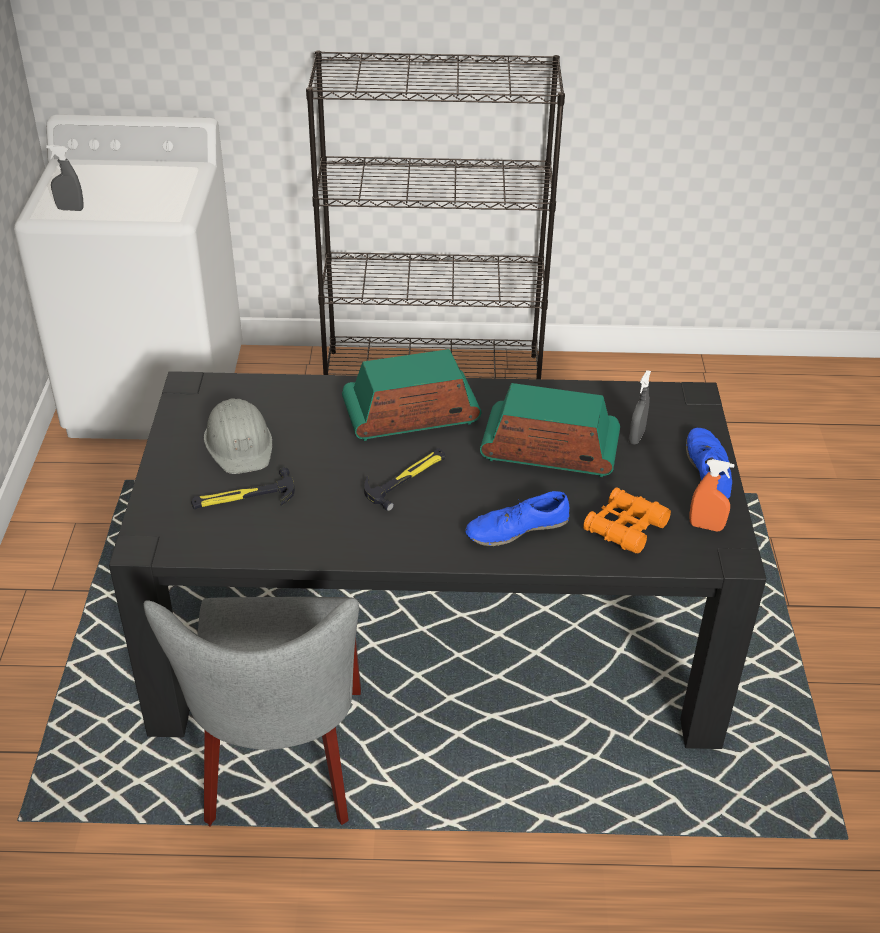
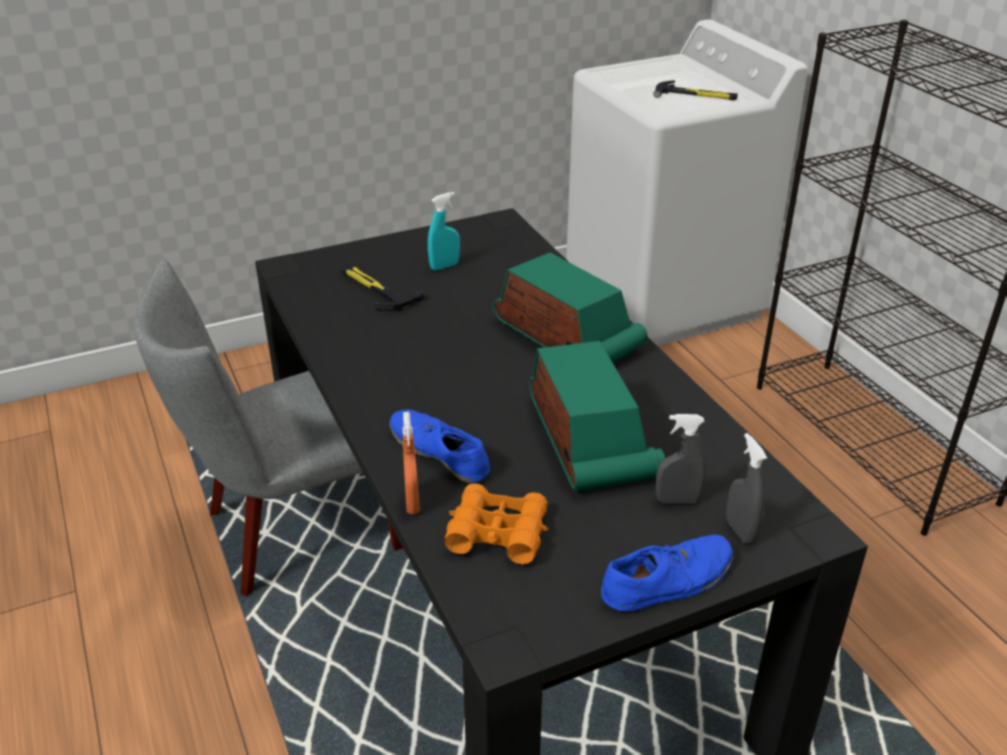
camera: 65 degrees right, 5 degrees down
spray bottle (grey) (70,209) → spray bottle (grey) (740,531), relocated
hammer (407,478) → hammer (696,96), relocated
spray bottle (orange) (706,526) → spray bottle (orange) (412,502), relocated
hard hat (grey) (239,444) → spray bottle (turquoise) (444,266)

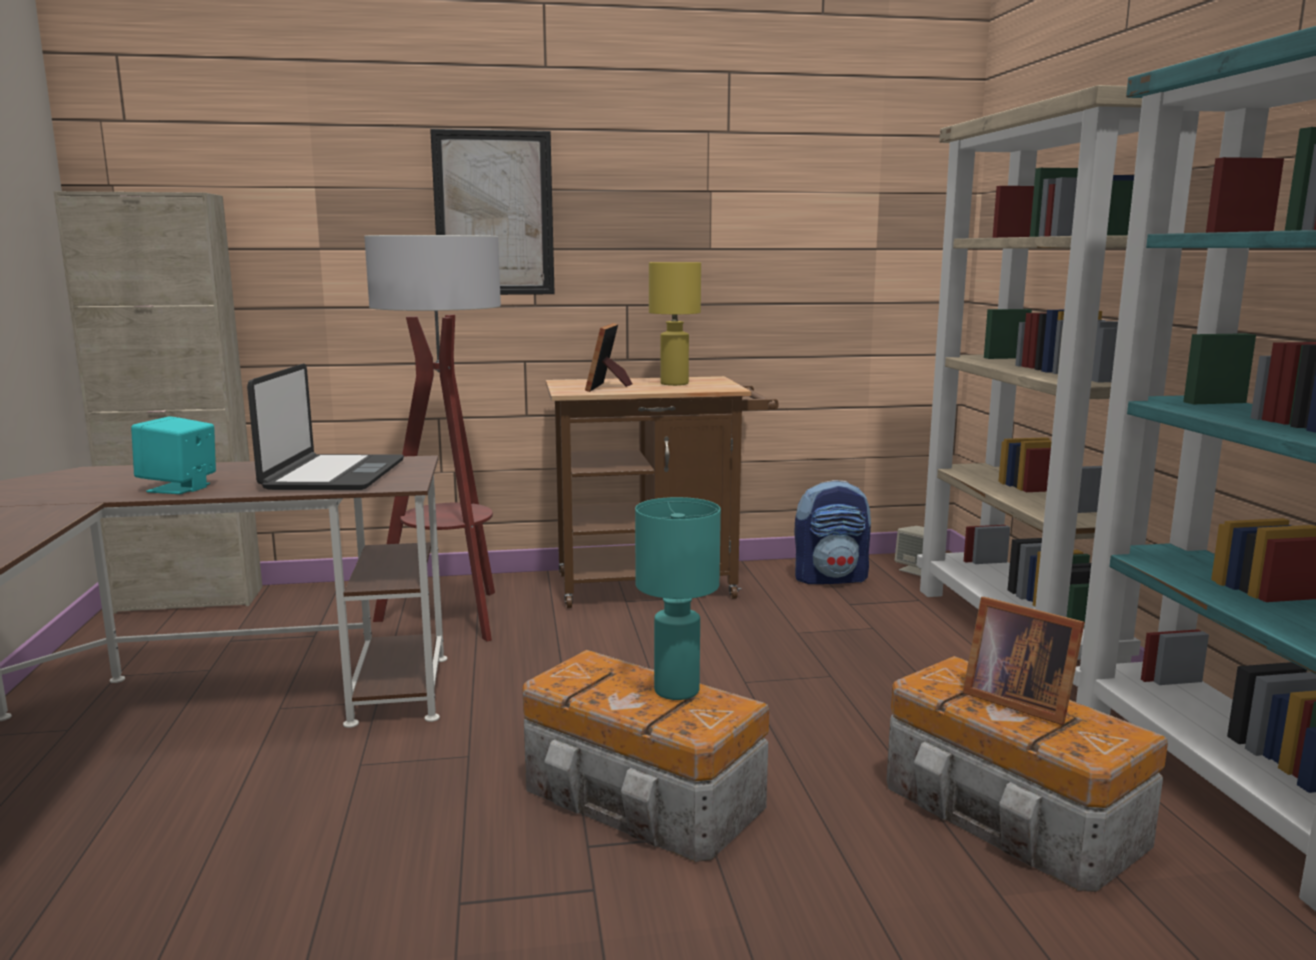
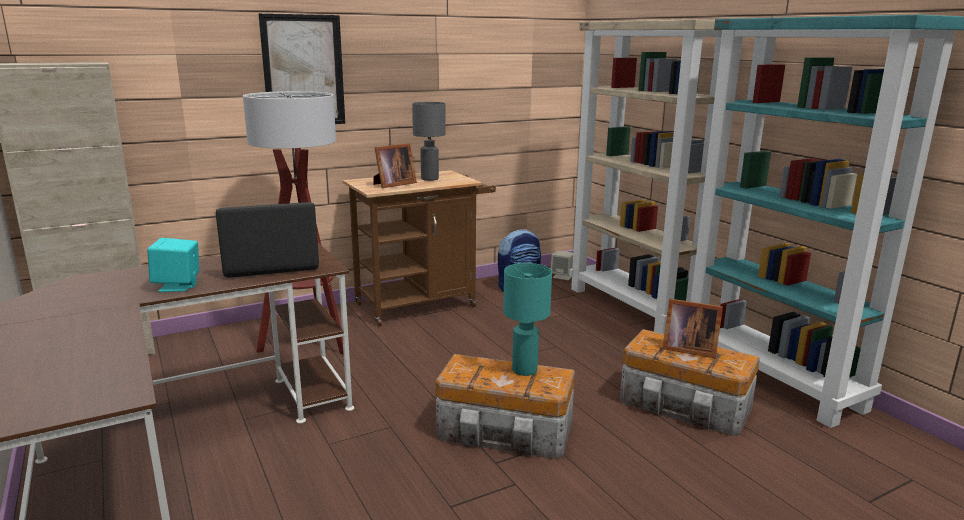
camera: 20 degrees left, 5 degrees up
table lamp (yellow) (673,384) → table lamp (grey) (429,179)
laptop (333,475) → laptop (271,265), 90 degrees counterclockwise
picture frame (608,387) → picture frame (393,184), 120 degrees counterclockwise

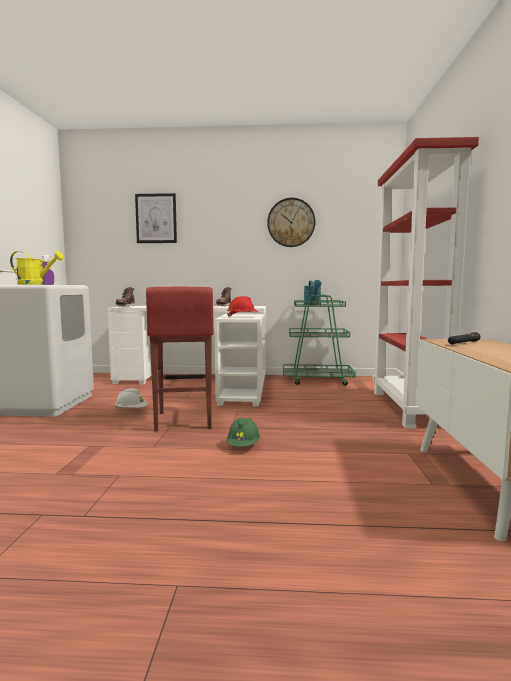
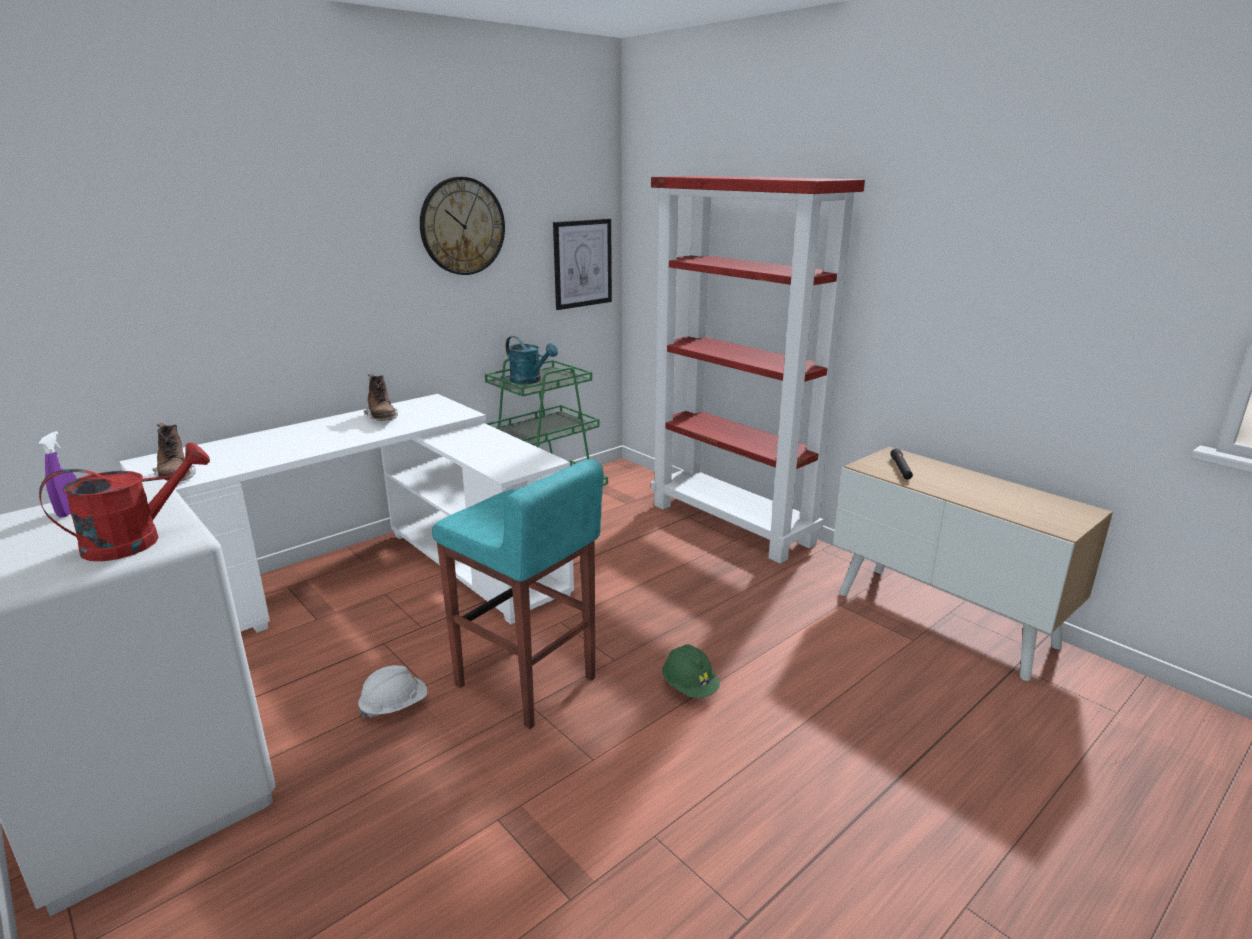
camera: 45 degrees left, 15 degrees up
hard hat (red) (242,317) → -
picture (156,218) → picture (582,263), relocated
watering can (yellow) (36,284) → watering can (red) (136,540)
stool (red) (183,420) → stool (turquoise) (526,683)

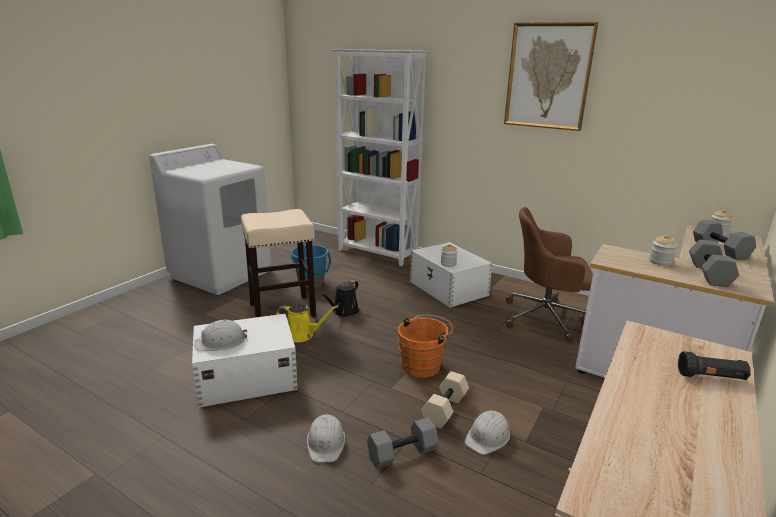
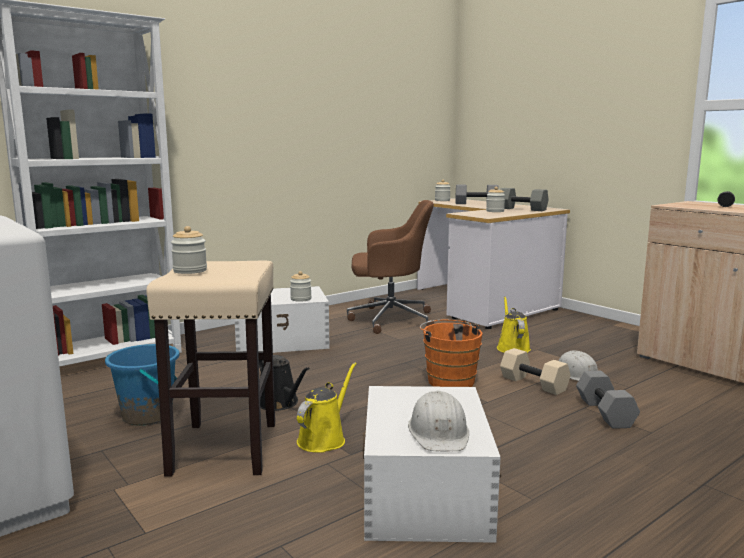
camera: 70 degrees left, 10 degrees down
hard hat (white) (326,442) → -
picture (548,76) → -
- → jar (190,271)
- → watering can (yellow) (512,348)
office chair (brown) (545,318) → office chair (brown) (389,319), 120 degrees counterclockwise

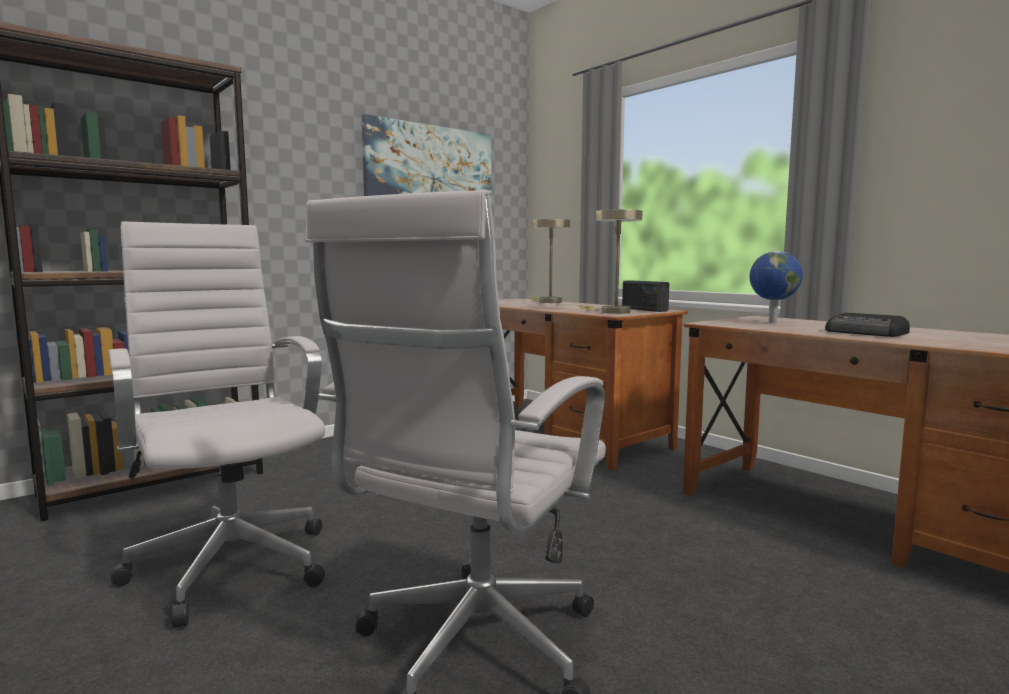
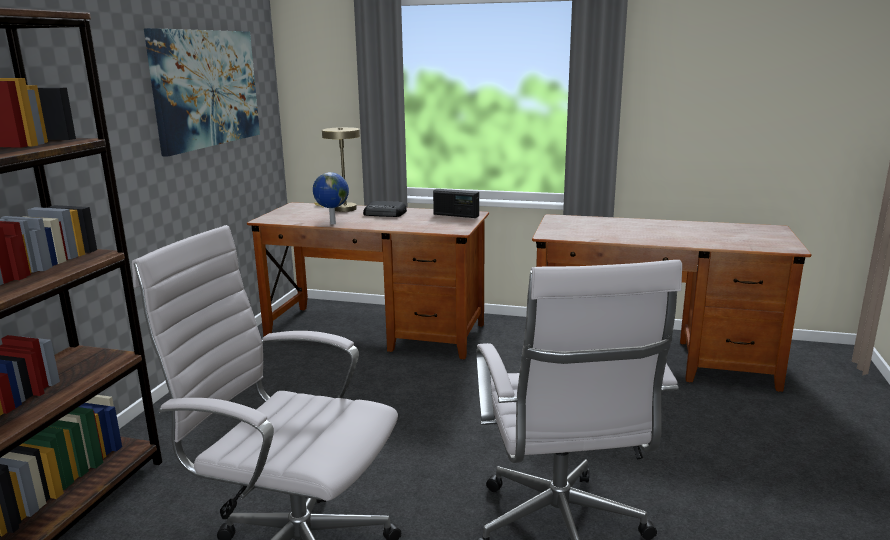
camera: 35 degrees left, 10 degrees up
table lamp (beige) (611,312) → -
globe (771,322) → globe (332,224), relocated
radio (866,333) → radio (385,214), relocated

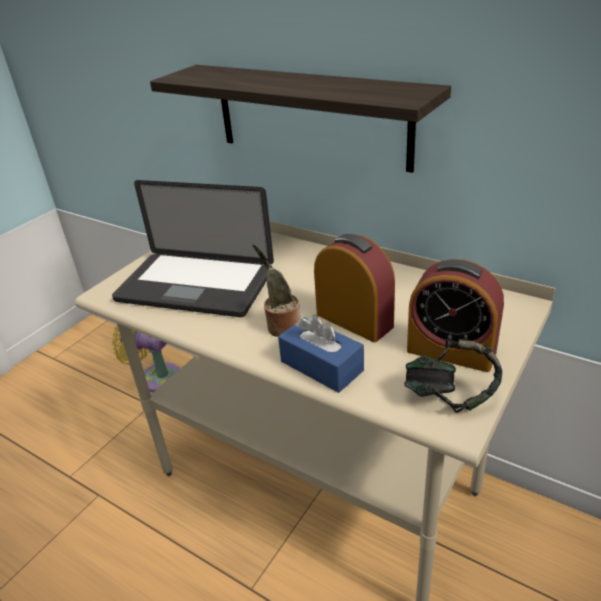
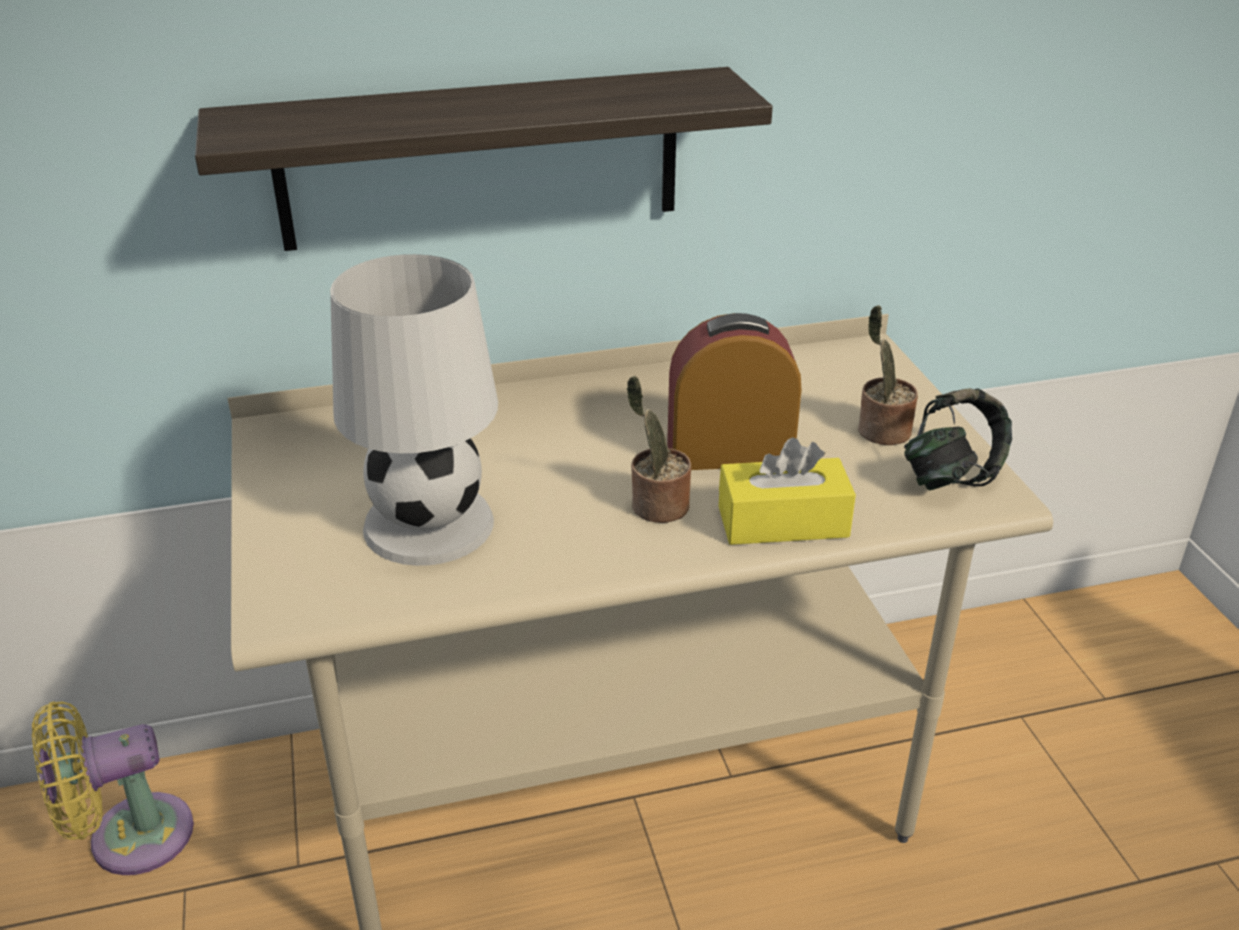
camera: 50 degrees left, 0 degrees up
laptop (195,286) → table lamp (white) (429,523)
alarm clock (451,351) → potted plant (880,432)
tissue box (blue) (321,366) → tissue box (yellow) (783,522)

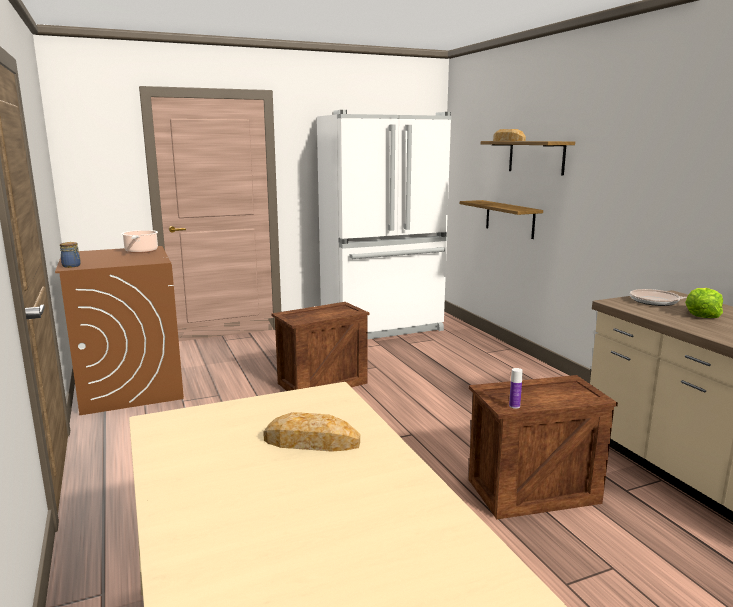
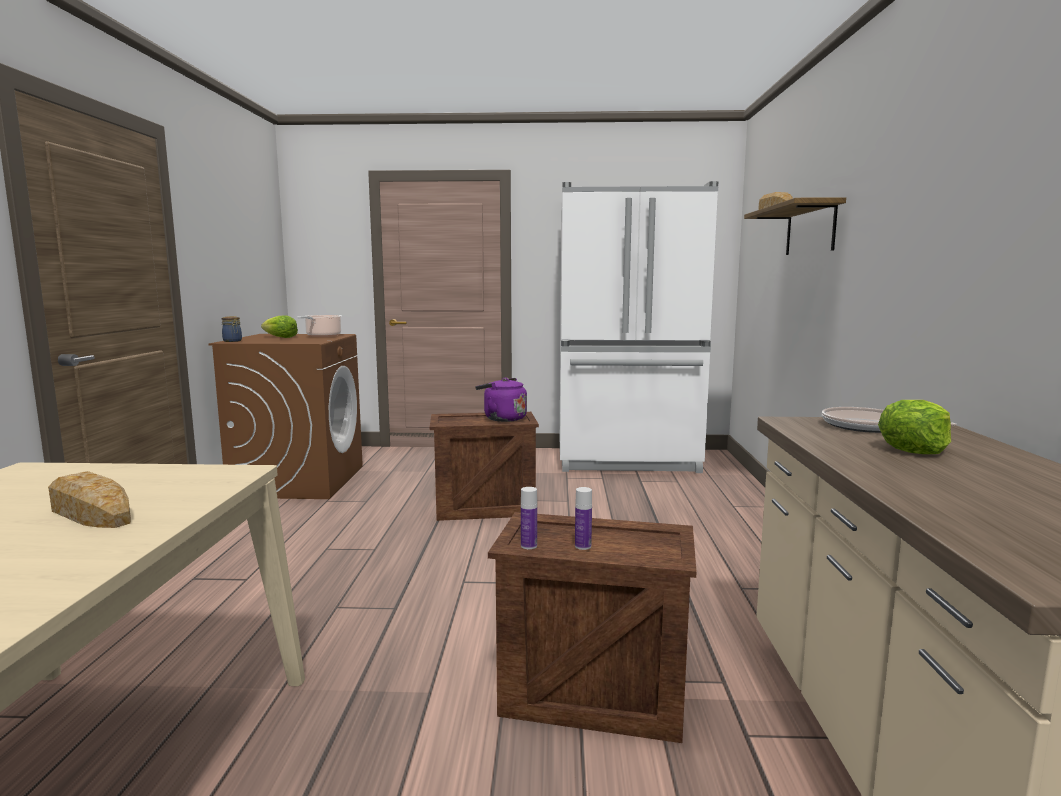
camera: 25 degrees right, 5 degrees down
shelf (509,219) → -
- → lettuce (280,337)
- → kettle (purple) (502,418)
- → bottle (583,546)

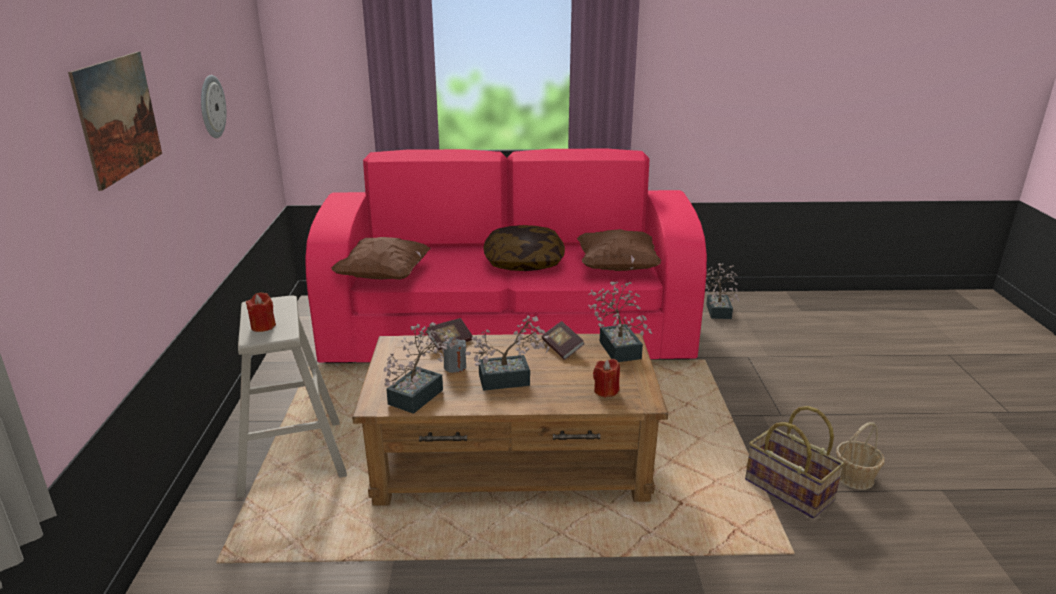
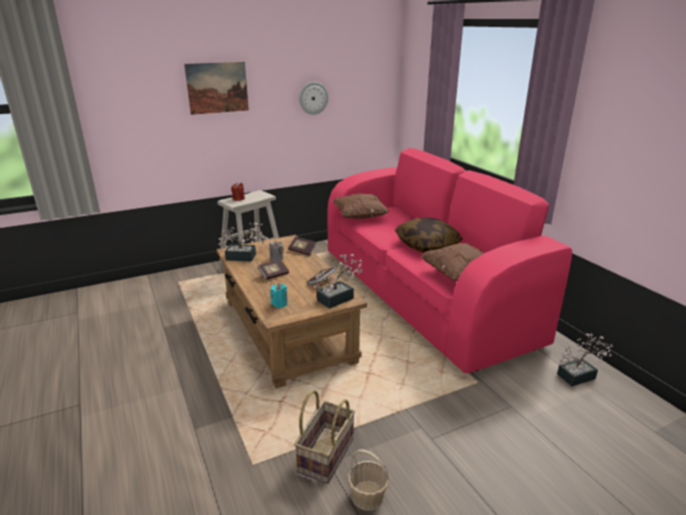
camera: 65 degrees right, 0 degrees up
potted plant (510,379) → book (273,275)
candle (red) (606,391) → candle (turquoise) (279,304)

